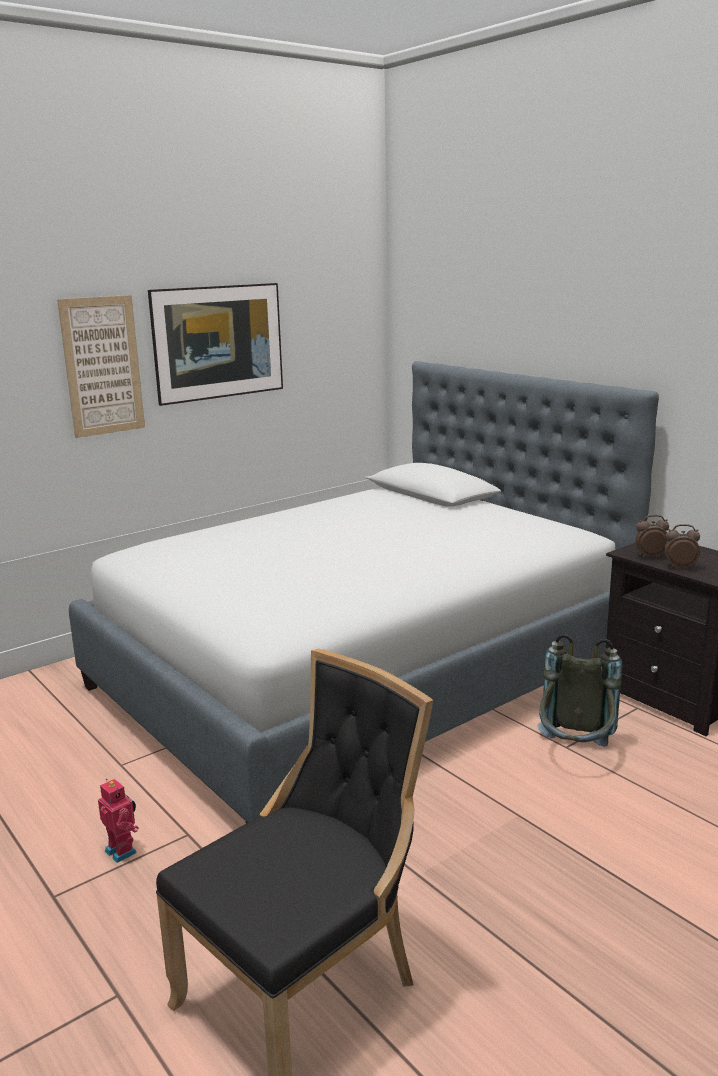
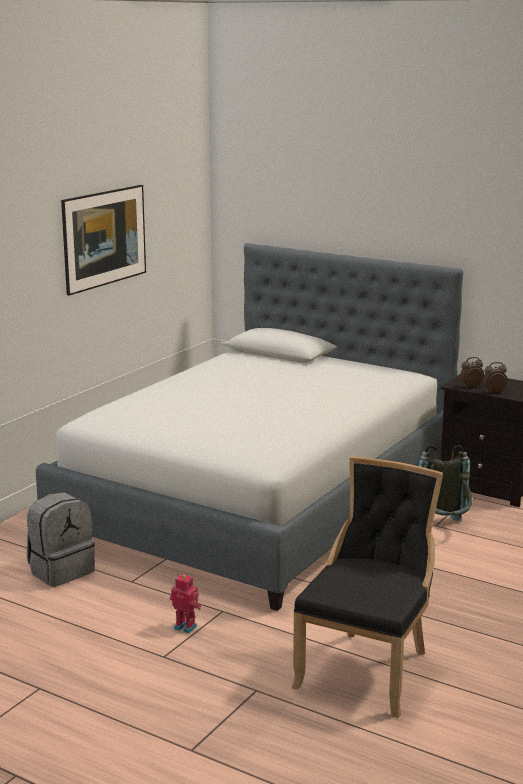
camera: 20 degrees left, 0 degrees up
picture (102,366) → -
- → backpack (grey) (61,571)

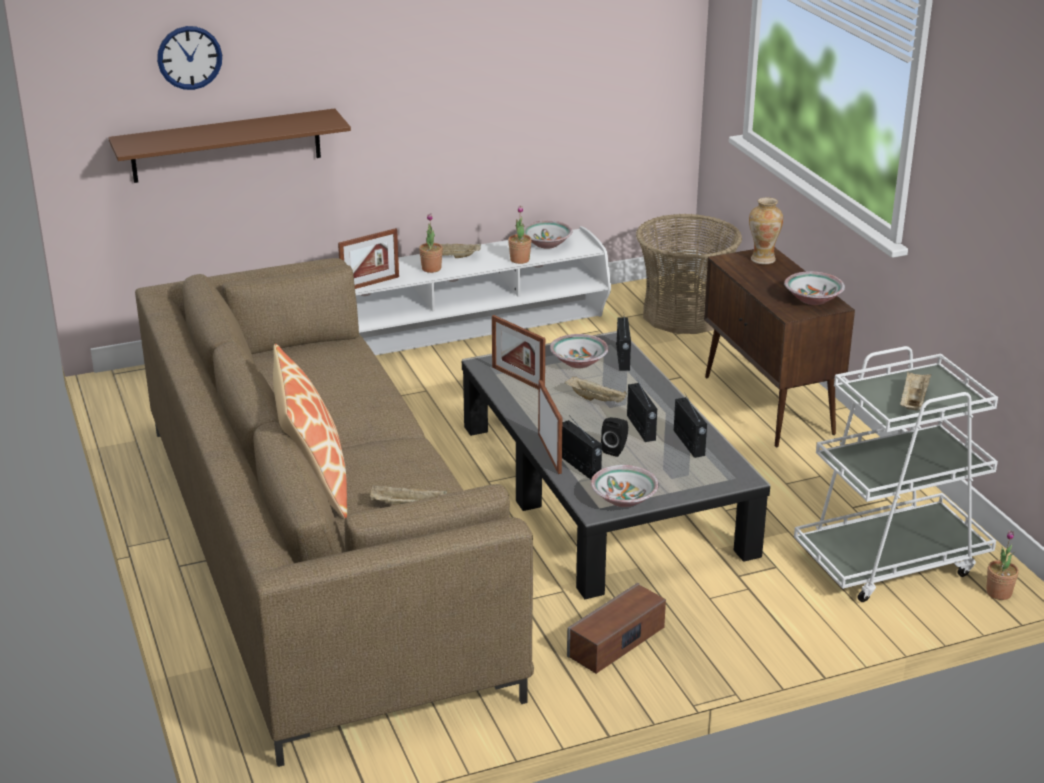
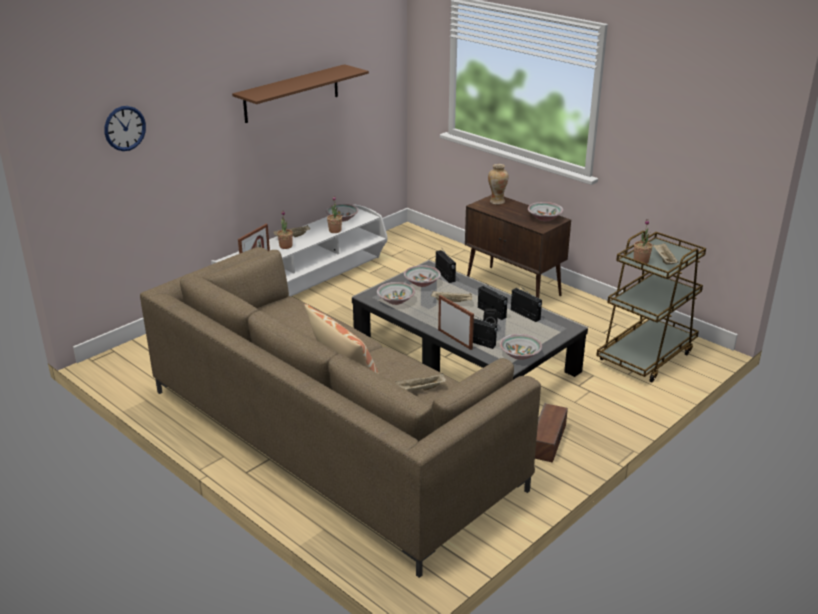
camera: 25 degrees left, 0 degrees up
basket (684,314) → -
shelf (brown) (226,146) → shelf (brown) (292,93), relocated
potted plant (998,593) → potted plant (641,261), relocated
picture frame (518,378) → bowl (396,300)
cart (white) (890,560) → cart (brown) (646,356)

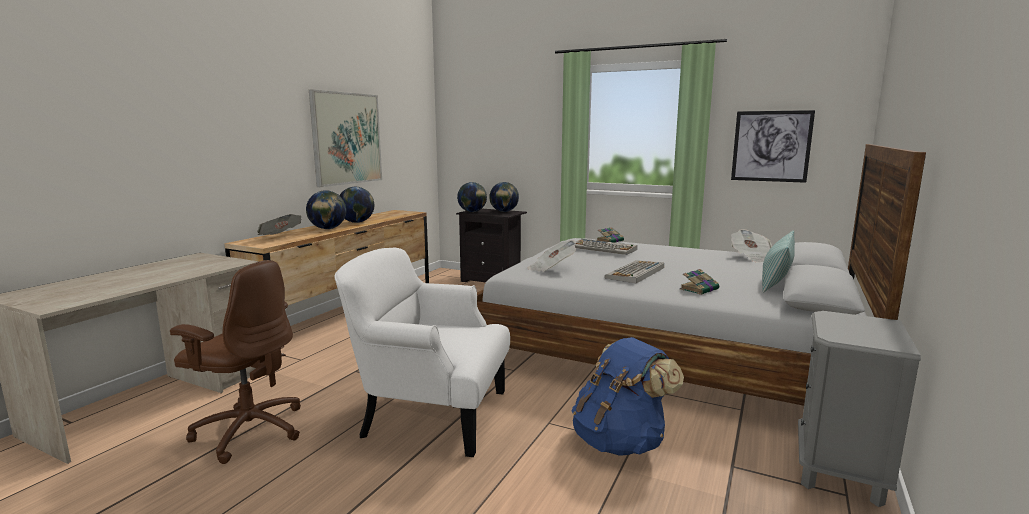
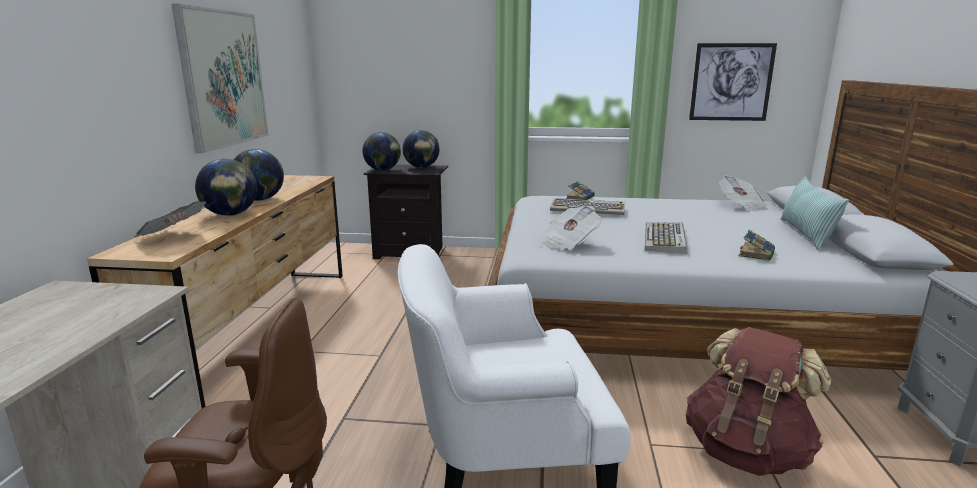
camera: 20 degrees left, 5 degrees up
backpack (blue) (620,441) → backpack (brown) (746,451)

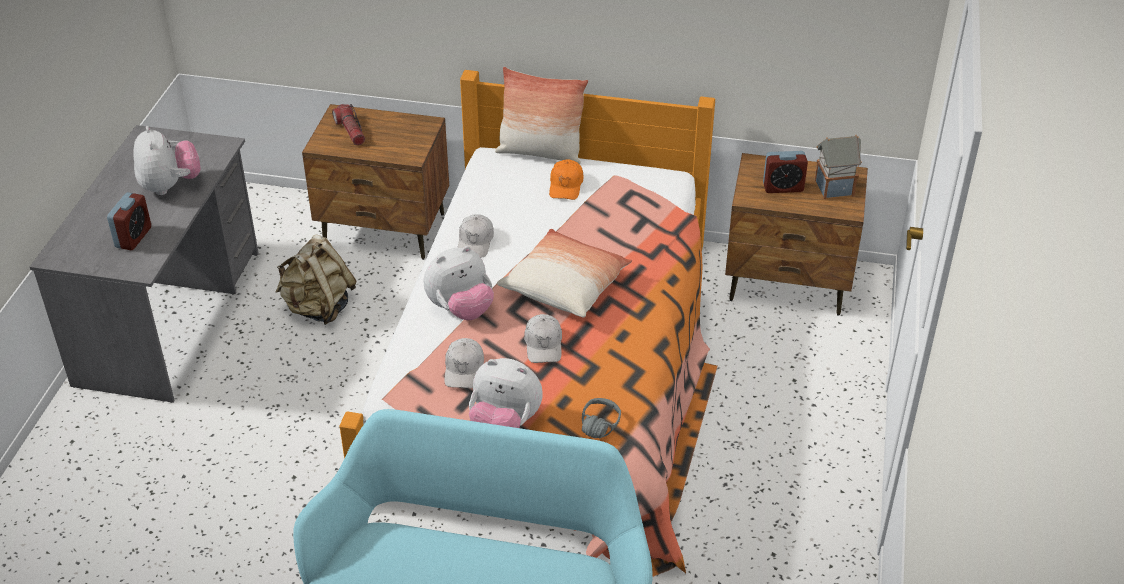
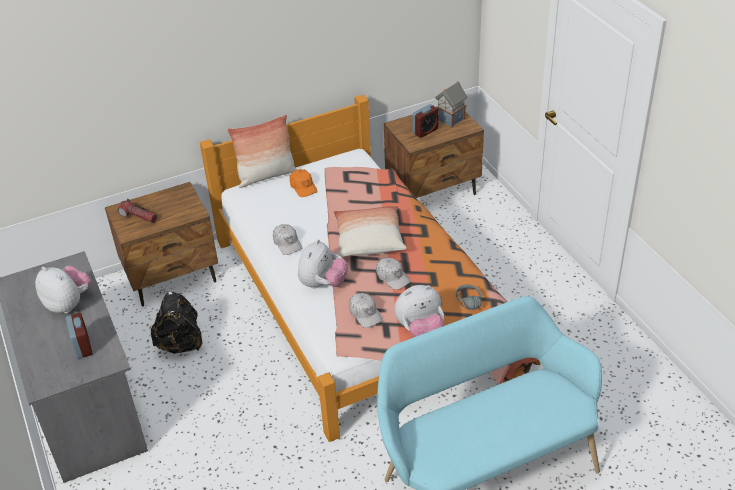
camera: 35 degrees left, 0 degrees up
backpack (beige) (318,308) → backpack (black) (180,344)

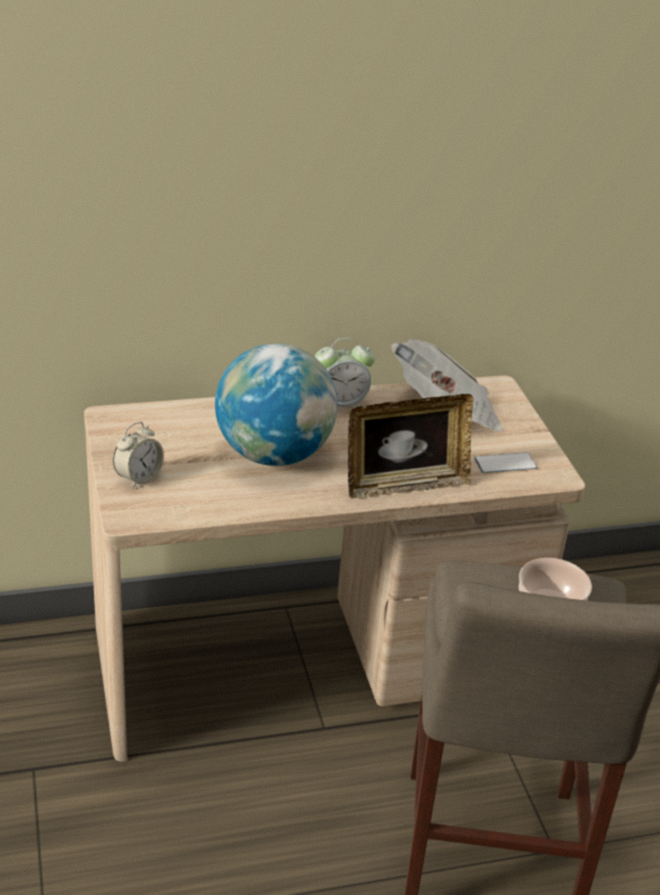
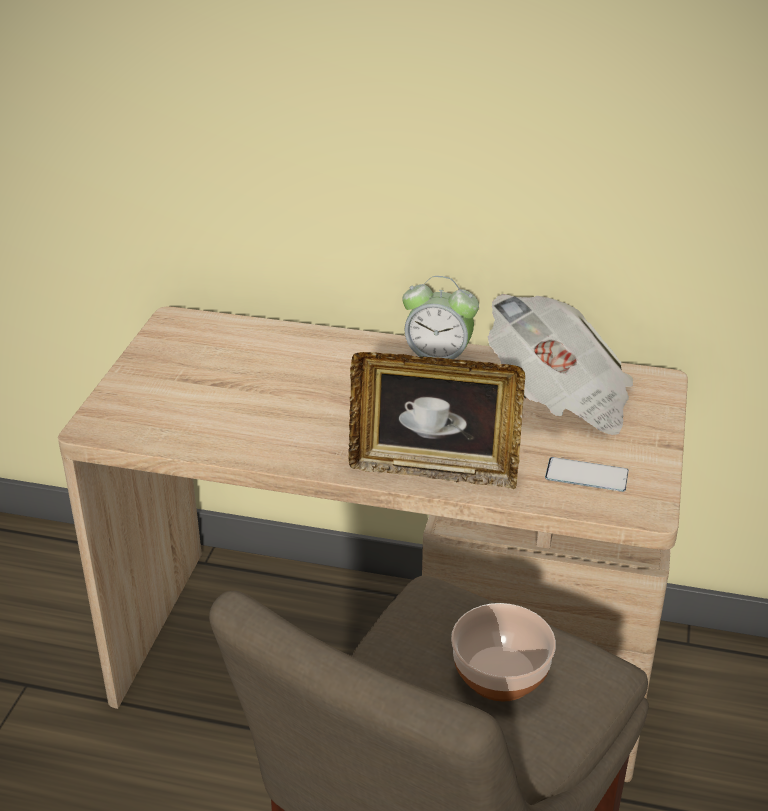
camera: 30 degrees right, 0 degrees up
alarm clock (138,478) → -
globe (274,454) → -

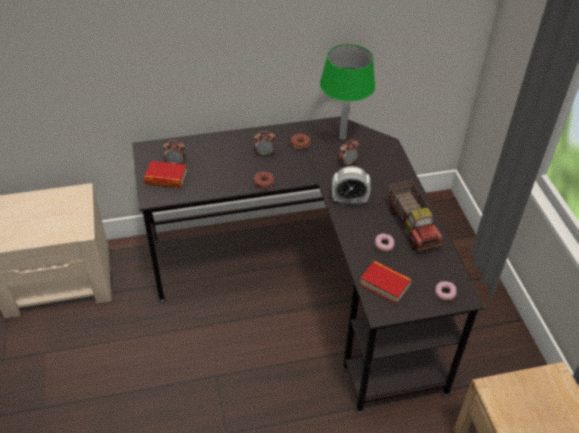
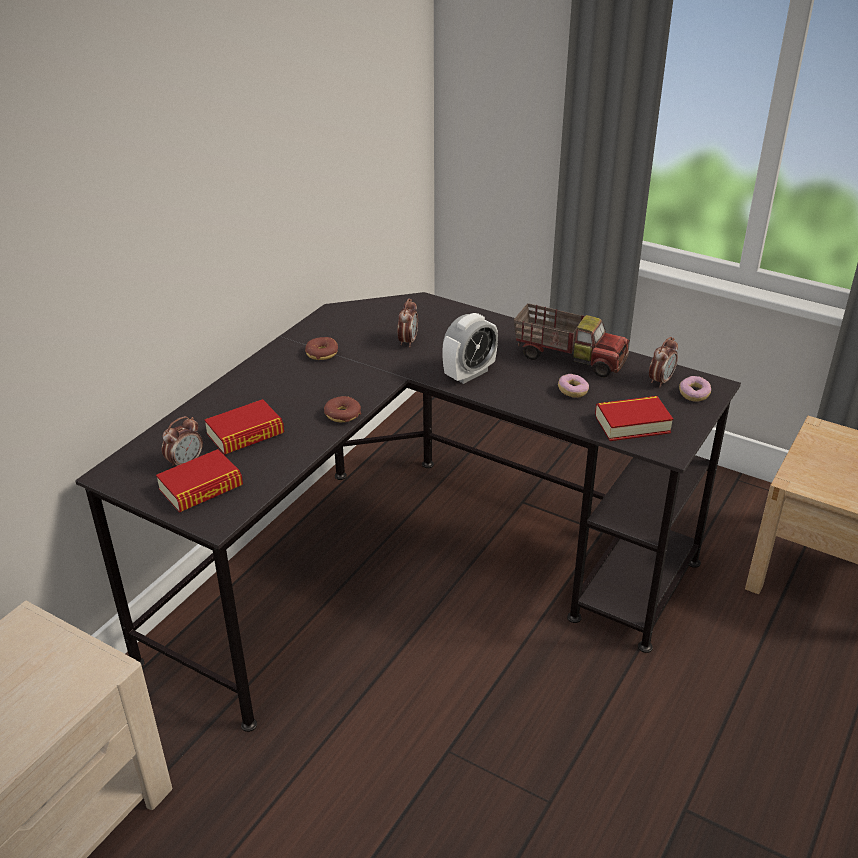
camera: 45 degrees left, 10 degrees down
table lamp (green) (342,137) → -
- → book (245,434)
alarm clock (264,153) → alarm clock (660,381), relocated

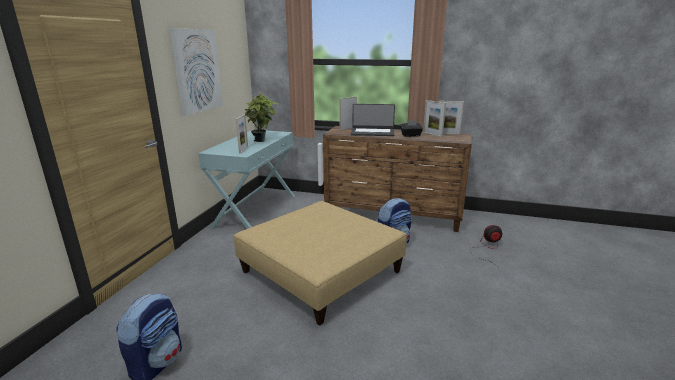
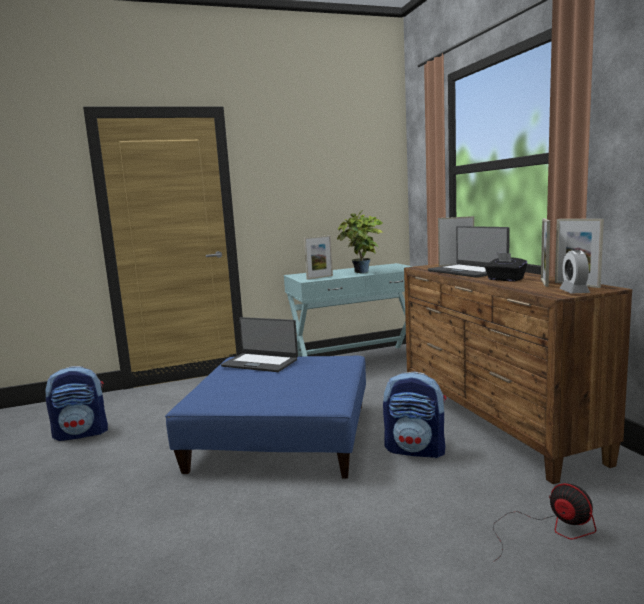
camera: 55 degrees right, 10 degrees down
picture (198,71) → -
- → laptop (260,362)
- → alarm clock (574,292)
ottoman (beige) (321,272) → ottoman (blue) (282,436)

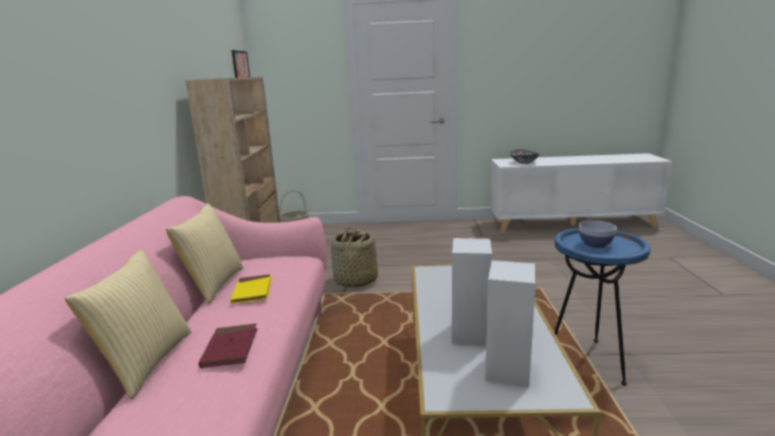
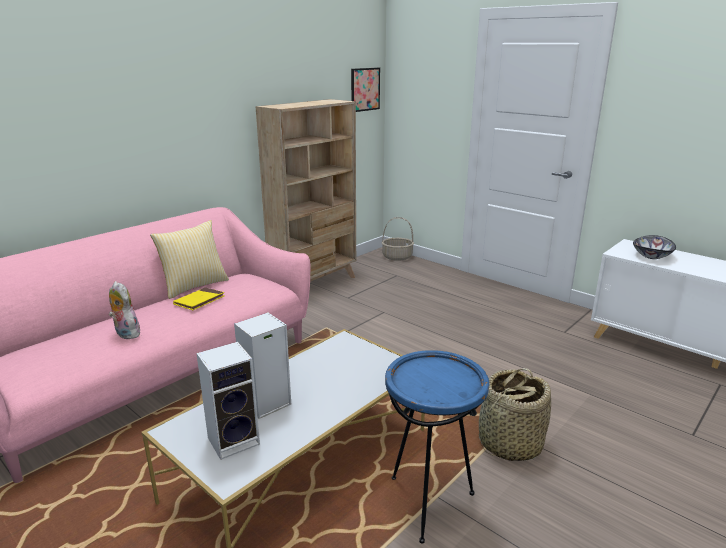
camera: 40 degrees right, 5 degrees up
pillow (146,362) → -
bowl (595,244) → -
basket (355,280) → basket (509,443), relocated
book (red) (230,348) → plush toy (125,334)

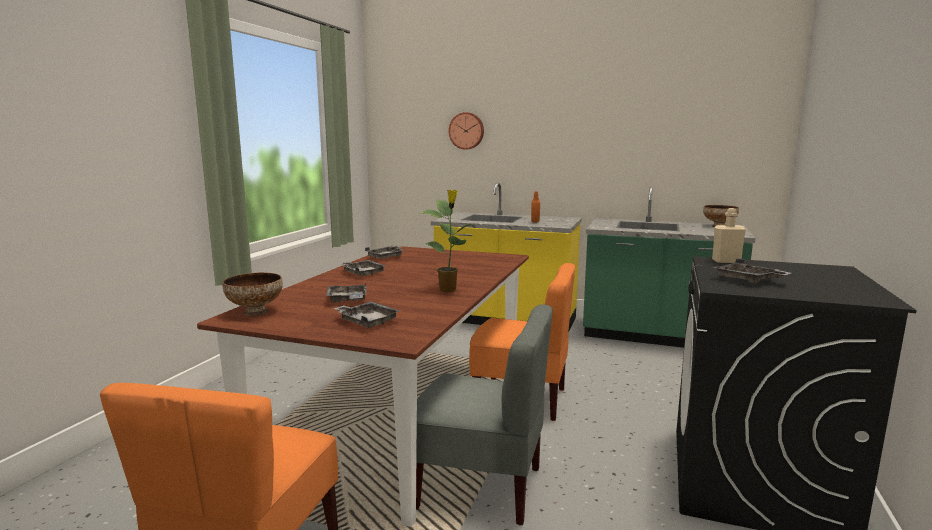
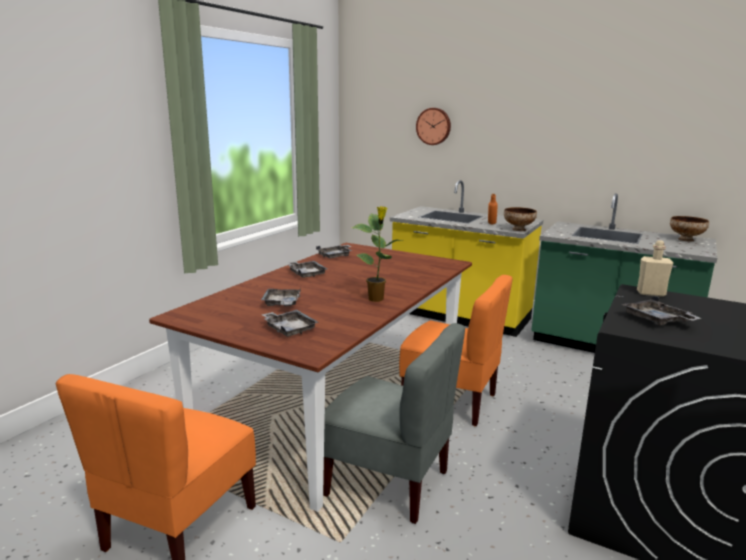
camera: 10 degrees right, 5 degrees up
bowl (255,311) → bowl (518,229), relocated

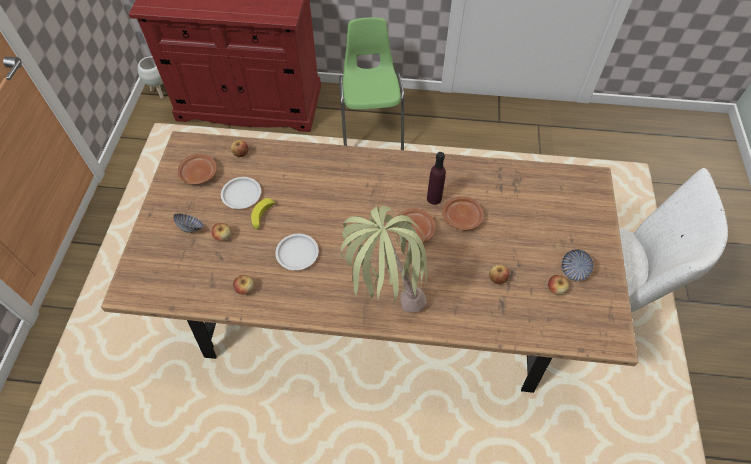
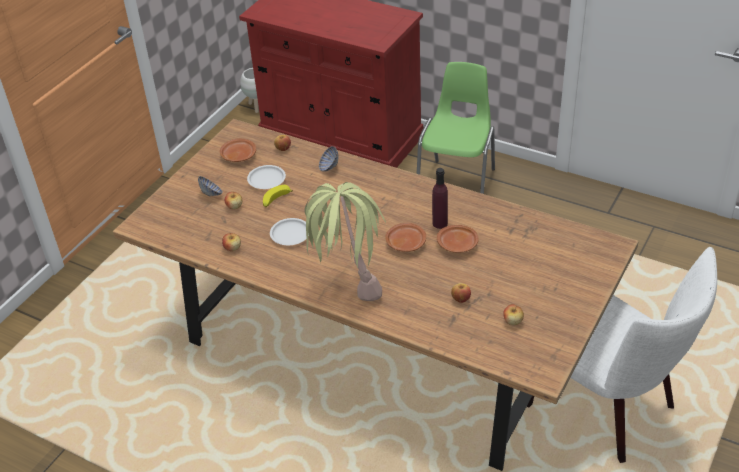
camera: 25 degrees right, 15 degrees down
bowl (574,271) → bowl (329,167), relocated

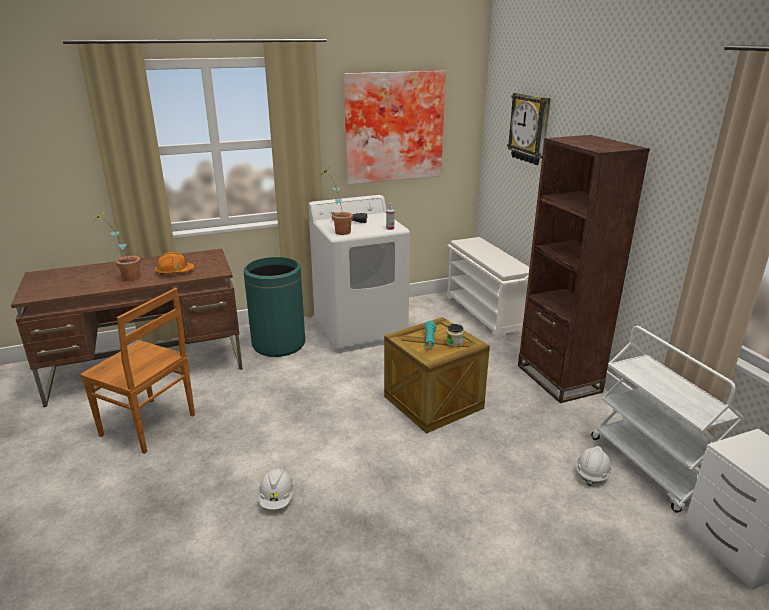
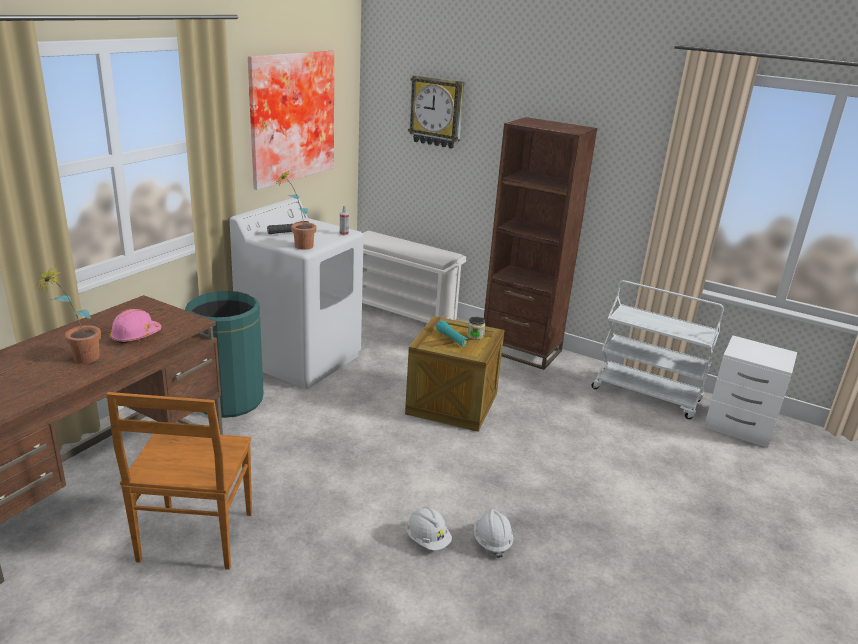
camera: 40 degrees left, 0 degrees up
hard hat (white) (592,473) → hard hat (white) (491,541), relocated
hard hat (orange) (174,272) → hard hat (pink) (135,336)
chair (brown) (150,426) → chair (brown) (195,539), 105 degrees clockwise

